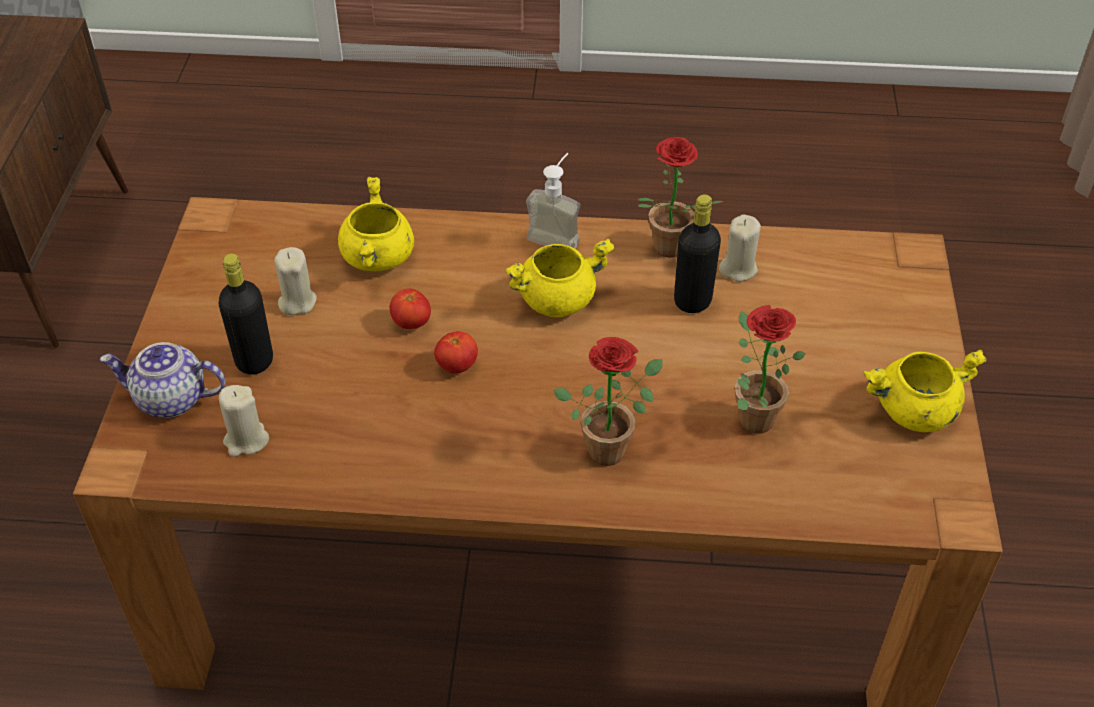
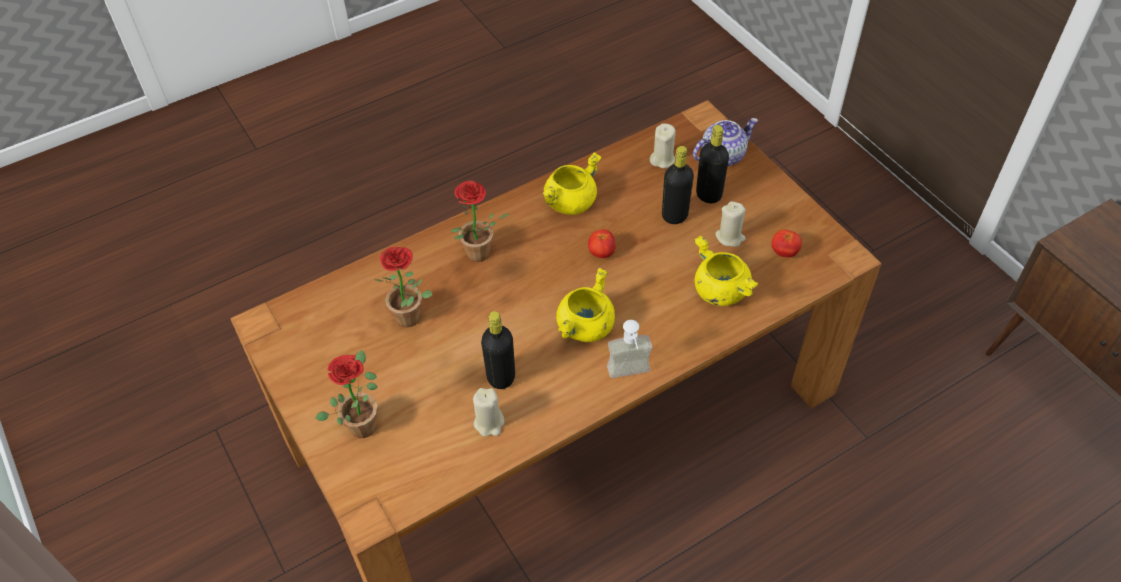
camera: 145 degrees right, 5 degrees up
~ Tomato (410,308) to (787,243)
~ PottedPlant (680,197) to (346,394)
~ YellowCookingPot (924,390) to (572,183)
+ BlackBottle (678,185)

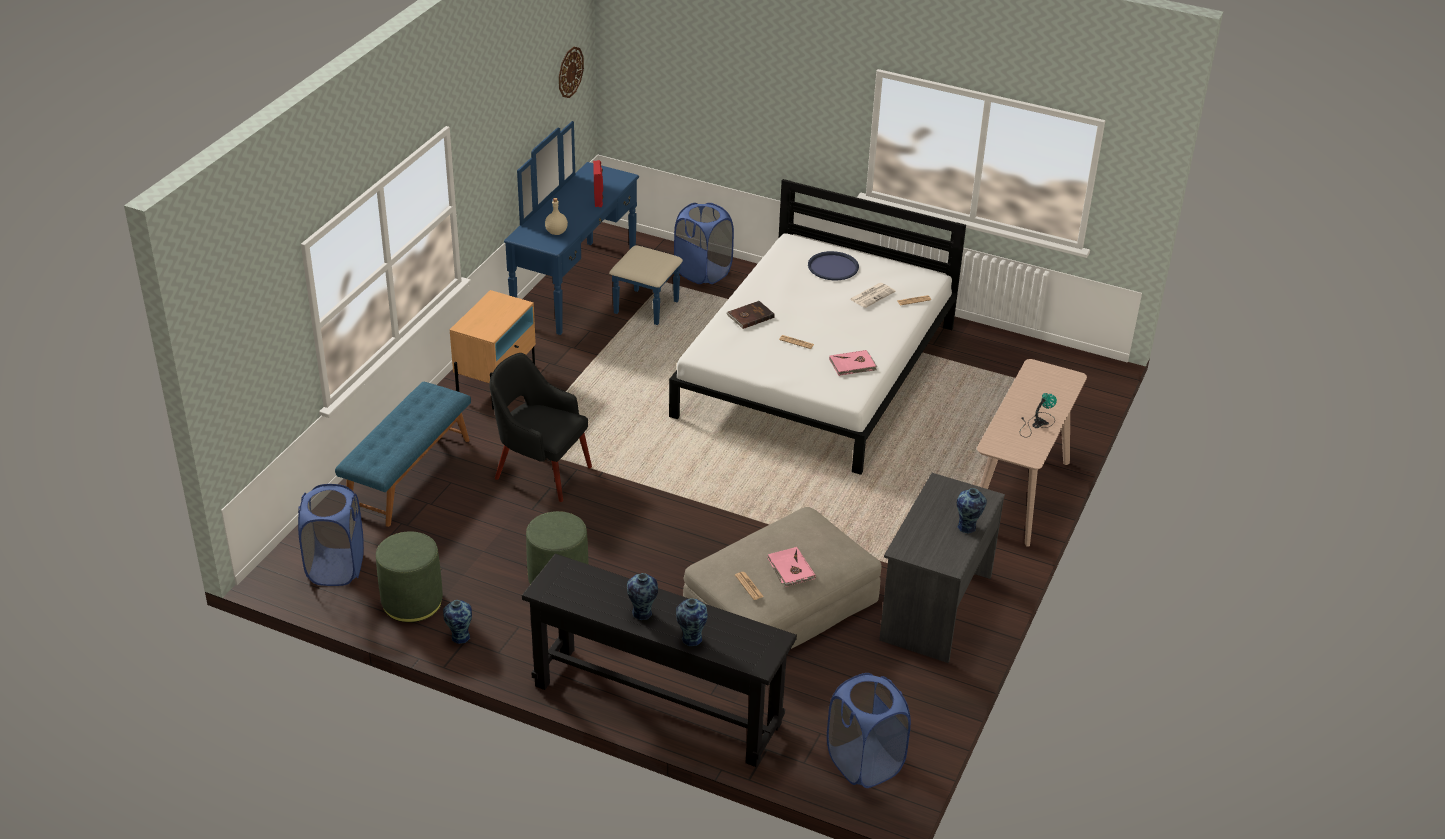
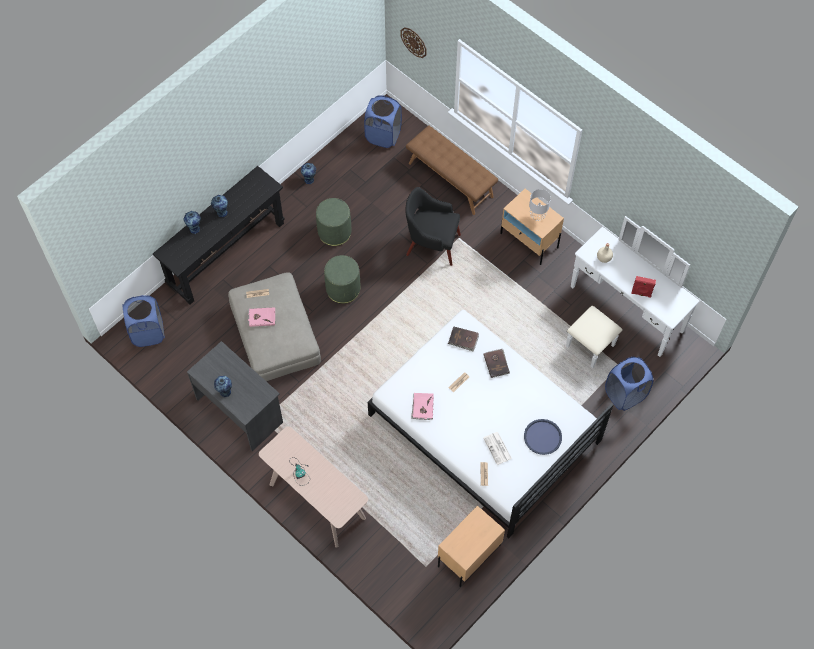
camera: 110 degrees right, 25 degrees up
~ BlueBench (403,454) to BrownBench (452,170)
~ GreenOttoman (409,577) to (342,279)
~ BlackArmchair (541,427) = (433,226) 120 degrees counterclockwise
~ BlueDresser (593,228) to WhiteDresser (633,292)
~ WallClock (571,72) to (414,42)
+ BeigeNightstand (471,546)
+ BrownBook (463,339)
+ GreyTableLamp (540,205)

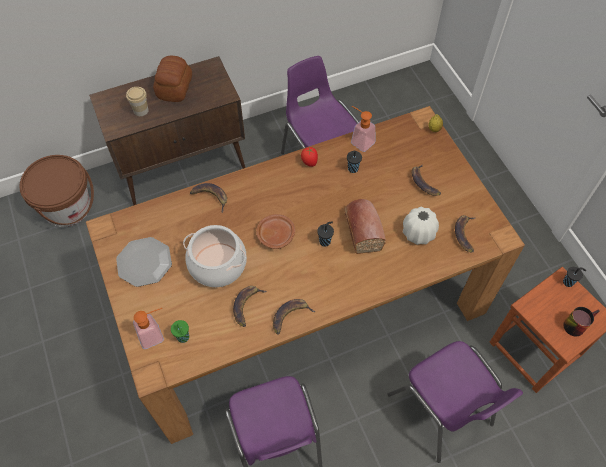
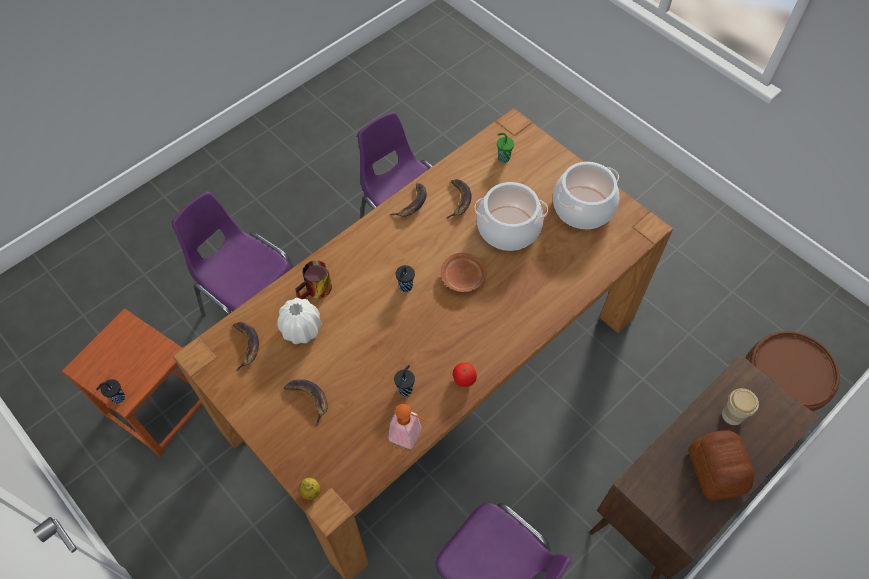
camera: 160 degrees right, 0 degrees up
~ Plate (144,262) to CookingPot (586,195)
- SoapDispenser (148,328)
- Banana (208,198)
- Bread (365,226)
~ Mug (581,322) to (313,279)

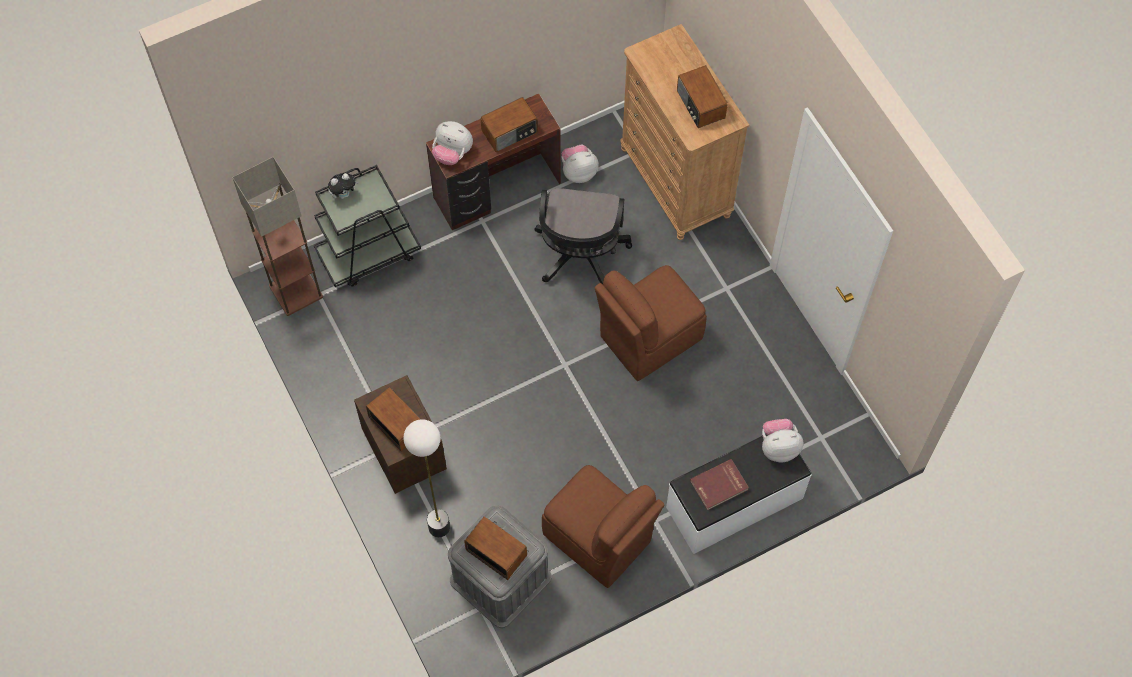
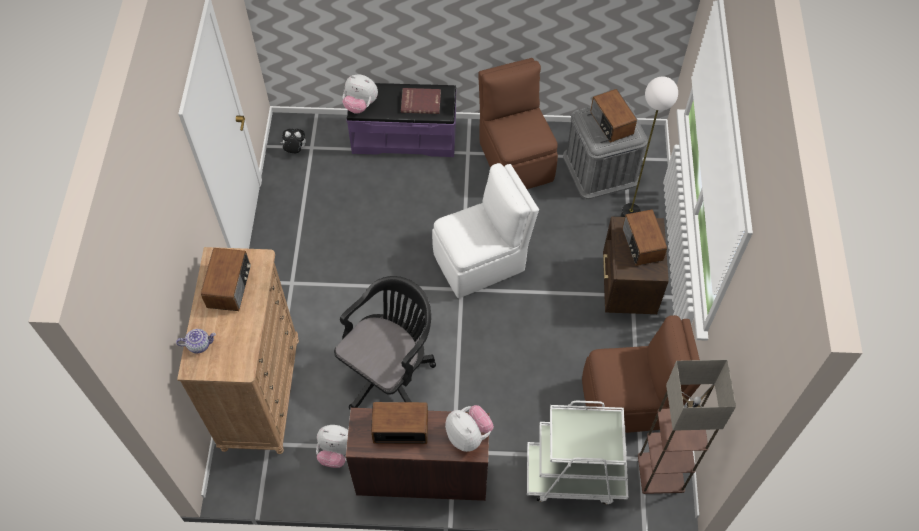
camera: 150 degrees left, 5 degrees down
~ BlackCart (367,226) to WhiteCart (577,453)
~ PlushToy (343,186) to (293,140)
~ BrownChair (651,323) to (641,374)
~ WhiteBench (739,494) to PurpleBench (401,120)
+ Teapot (196,341)
+ WhiteChair (485,230)

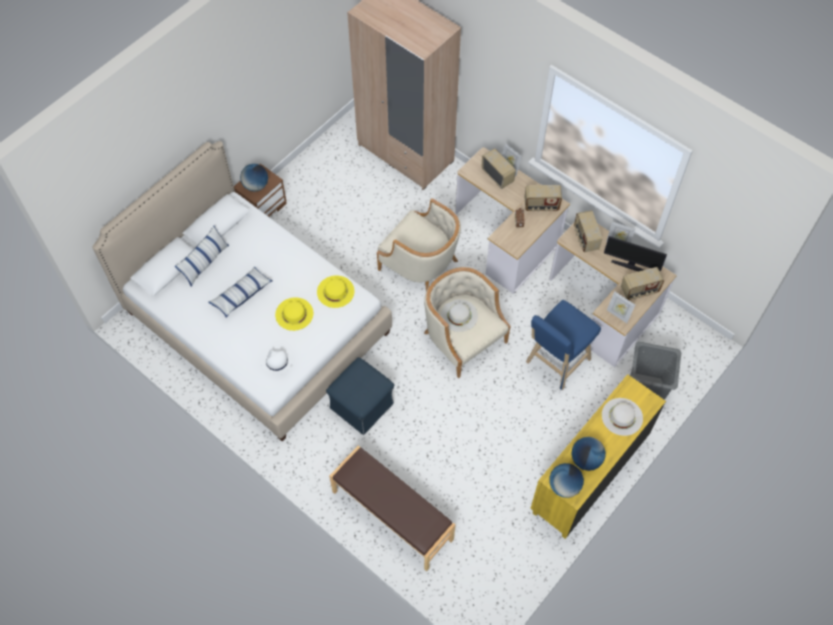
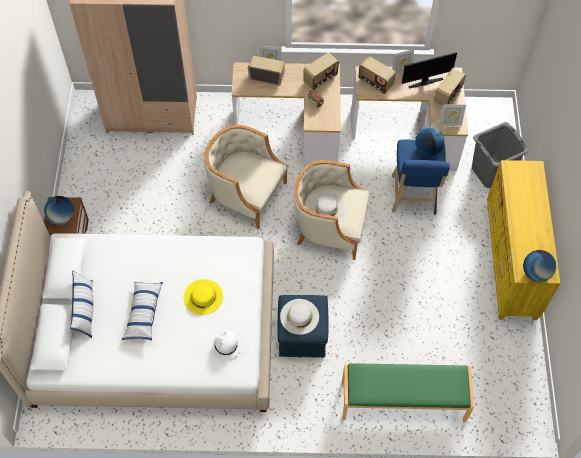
camera: 40 degrees left, 0 degrees up
- YellowHat (335,292)
~ BrownBench (392,508) to GreenBench (408,393)
~ BeigeArmchair (419,244) = (245,177) 150 degrees counterclockwise
~ Globe (589,454) to (429,141)
~ WhiteHat (622,417) to (299,317)

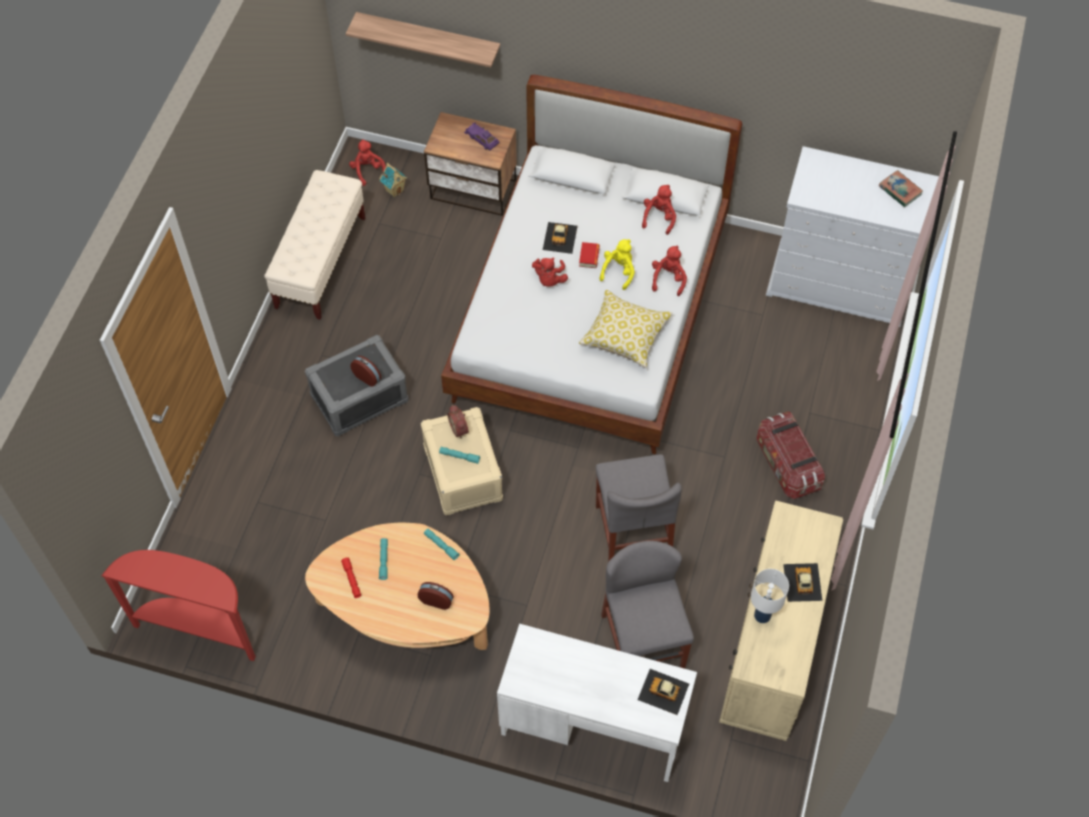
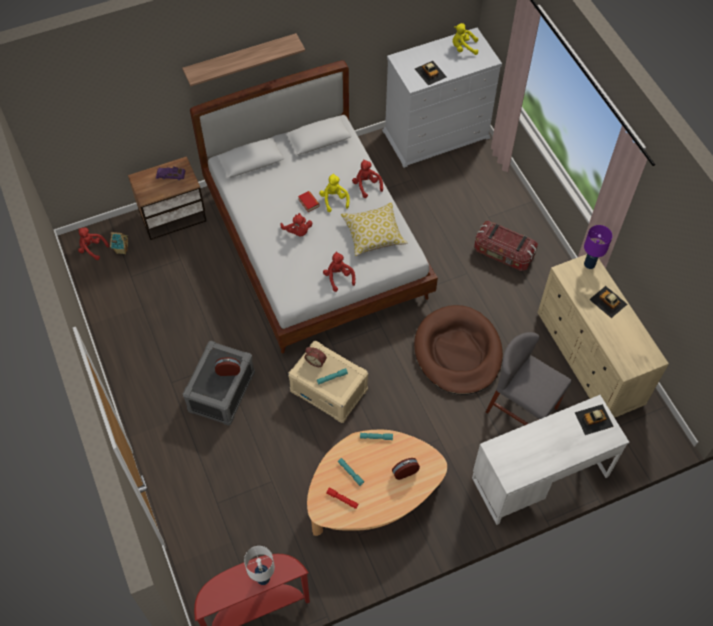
camera: 40 degrees left, 0 degrees up
- BeigeBench (314,245)
~ Shelf (423,40) to (243,60)
~ ToyCar (560,238) to (431,73)
~ GreyChair (639,508) to BrownDogBed (458,350)
~ RedPlushToy (659,210) to (339,271)
~ WhiteTableLamp (770,596) to (259,565)
~ Book (901,188) to YellowPlushToy (466,39)
+ PurpleTableLamp (598,247)

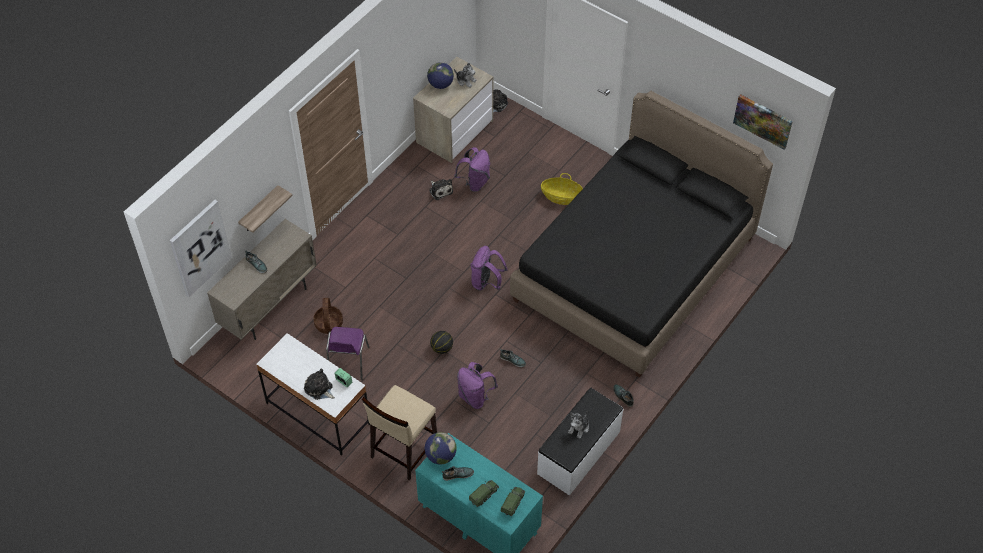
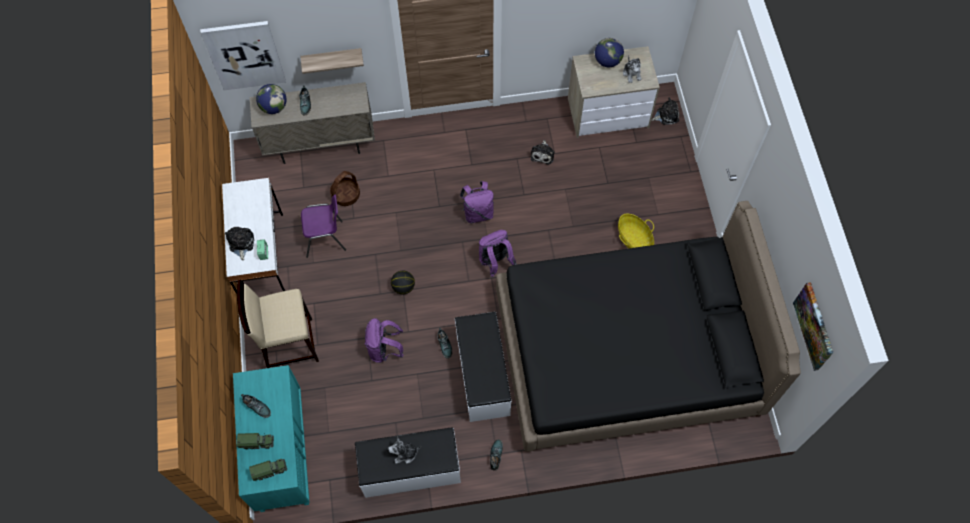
camera: 45 degrees right, 10 degrees up
~ PurpleChair (347,353) = (323,226) 150 degrees counterclockwise
~ Globe (441,448) to (271,99)
~ PurpleBackpack (472,169) to (477,202)
+ WhiteBench (483,367)

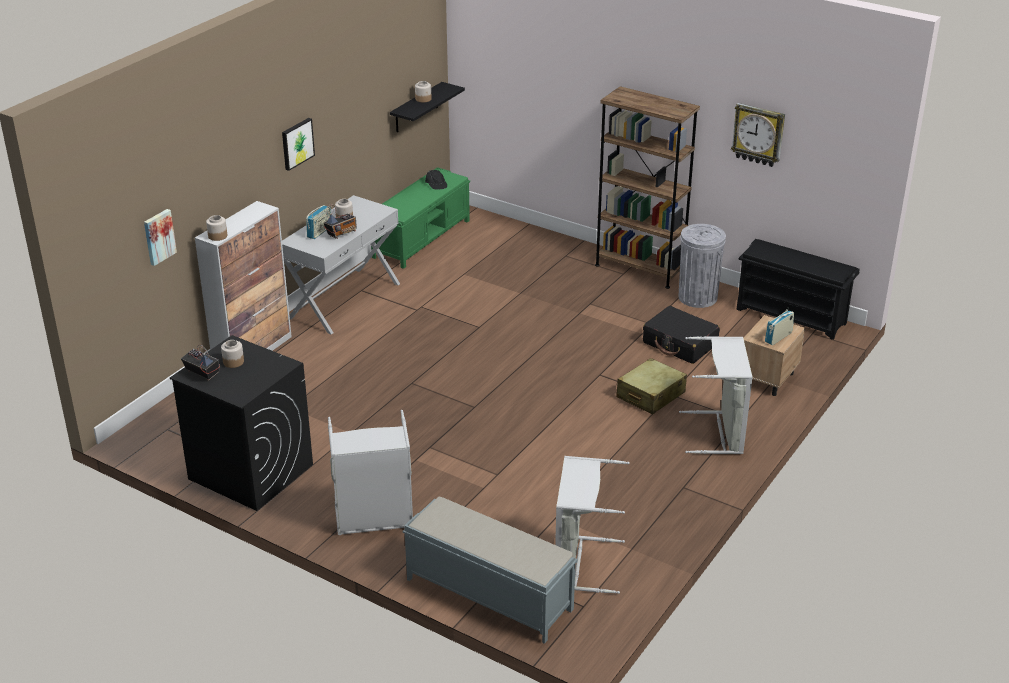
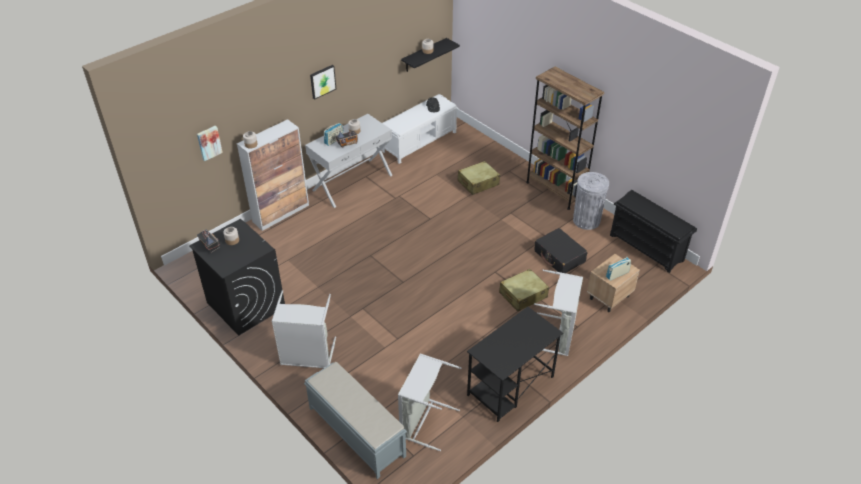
camera: 15 degrees right, 10 degrees up
~ GreenBench (420,218) to WhiteBench (420,129)
- WallClock (758,135)
+ BeigeSuitcase (478,178)
+ BlackDesk (515,364)

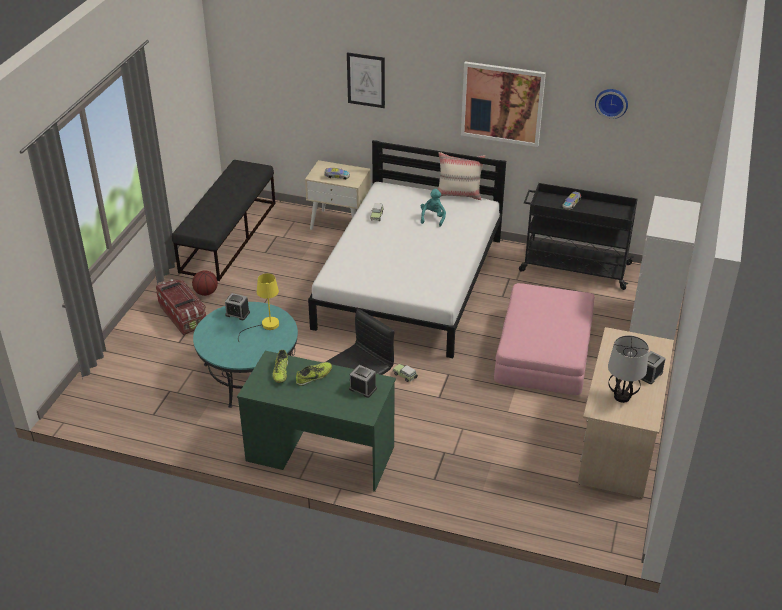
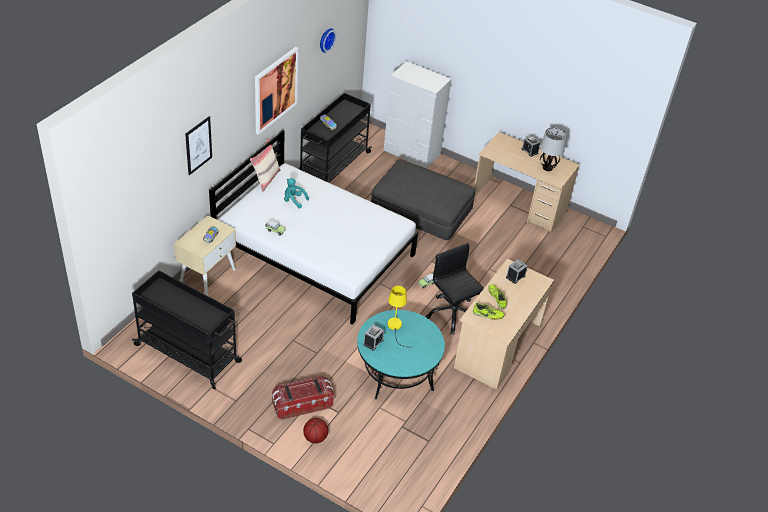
camera: 80 degrees left, 5 degrees up
~ BlackBench (224,220) to BlackCart (187,329)
~ Basketball (205,283) to (315,430)
~ GreenDesk (316,421) to BeigeDesk (504,324)
~ PinkOttoman (544,339) to GreyOttoman (423,199)

